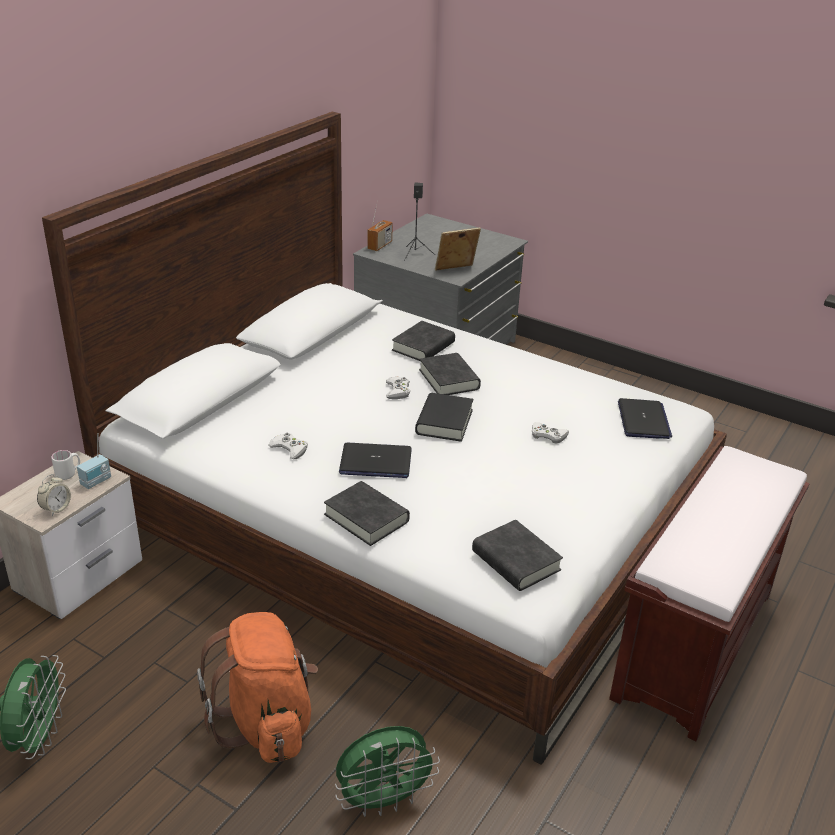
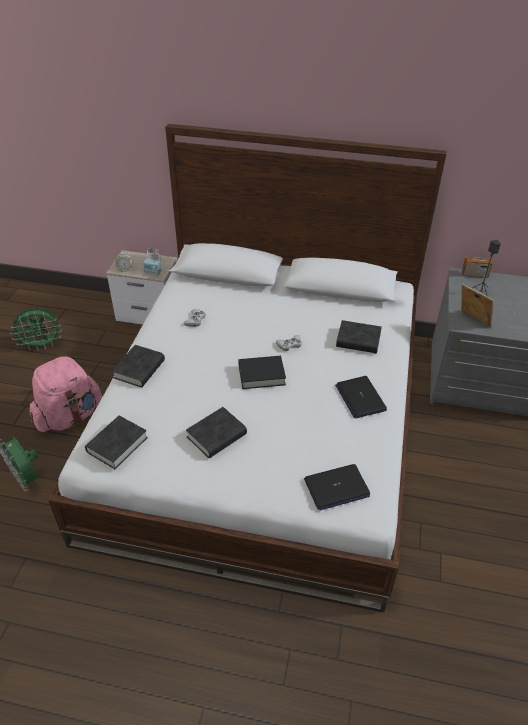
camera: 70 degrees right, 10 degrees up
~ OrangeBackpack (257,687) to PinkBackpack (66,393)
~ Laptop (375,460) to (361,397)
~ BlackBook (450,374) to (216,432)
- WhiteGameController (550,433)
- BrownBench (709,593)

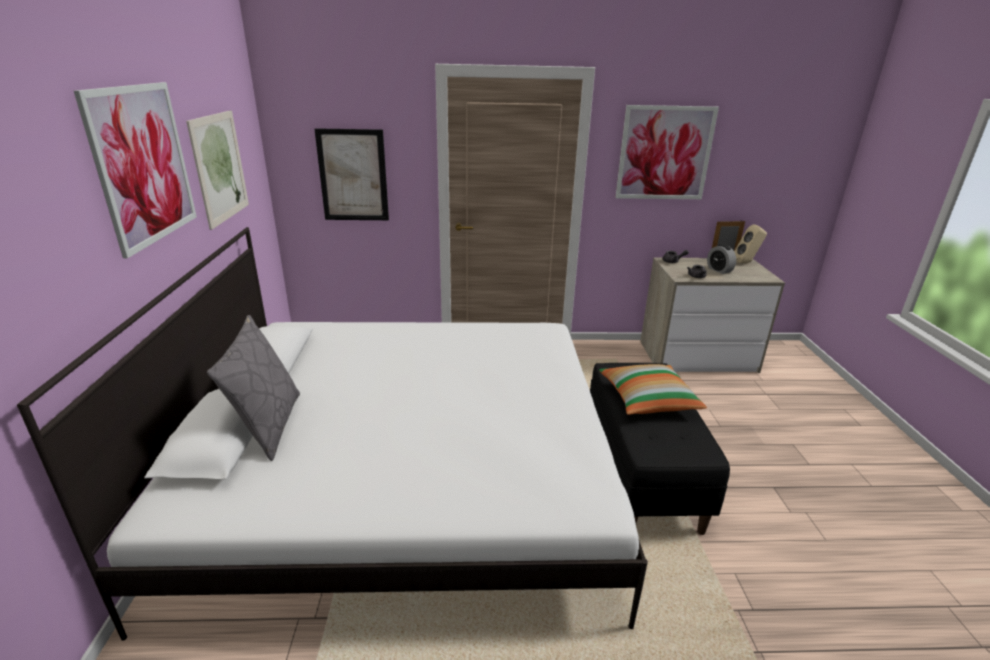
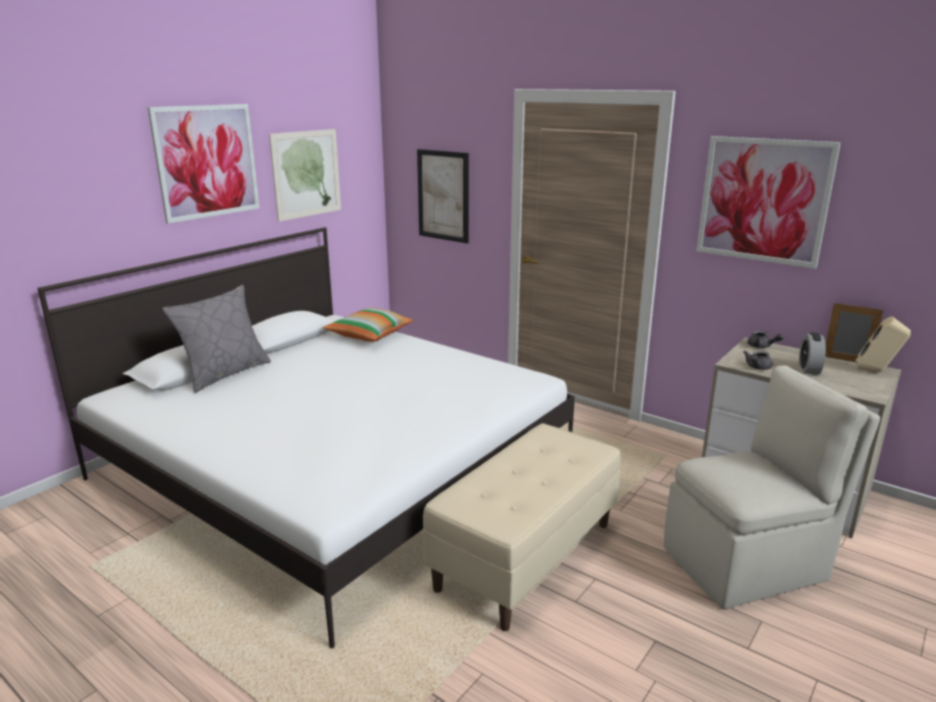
camera: 40 degrees right, 5 degrees down
~ BlackBench (660,449) to BeigeBench (521,527)
~ Pillow (653,389) to (368,325)
+ BeigeChair (772,487)

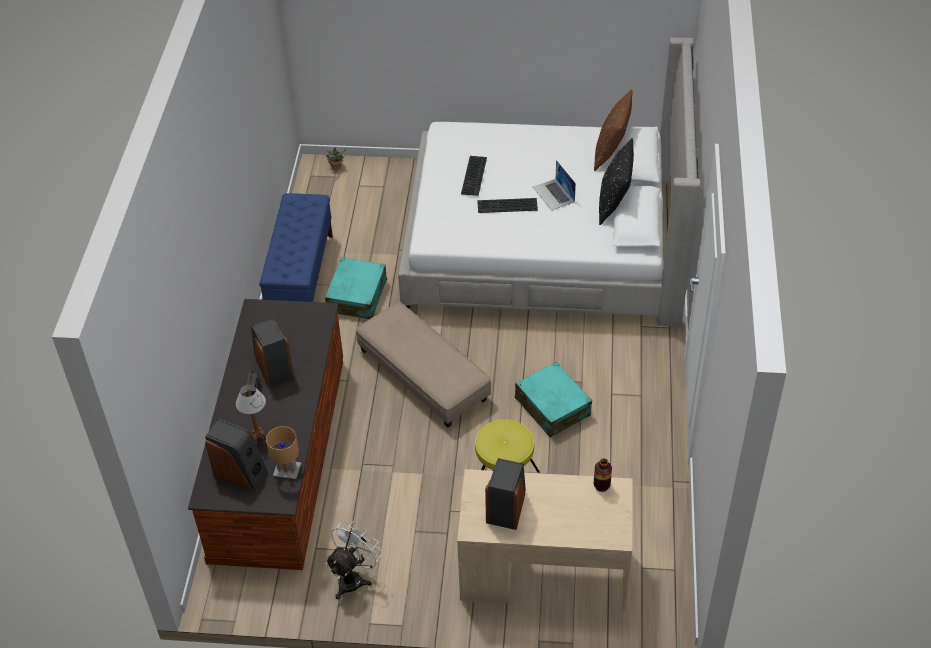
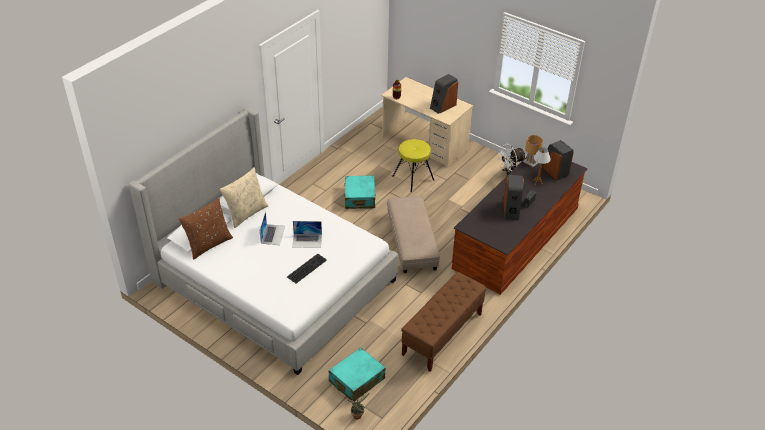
camera: 150 degrees left, 5 degrees down
~ BlueBench (296,247) to BrownBench (443,322)
~ TurquoiseSuitcase (356,288) to (357,374)
~ Keyboard (507,205) to Laptop (307,234)
~ BlackPillow (616,181) to BeigePillow (244,197)

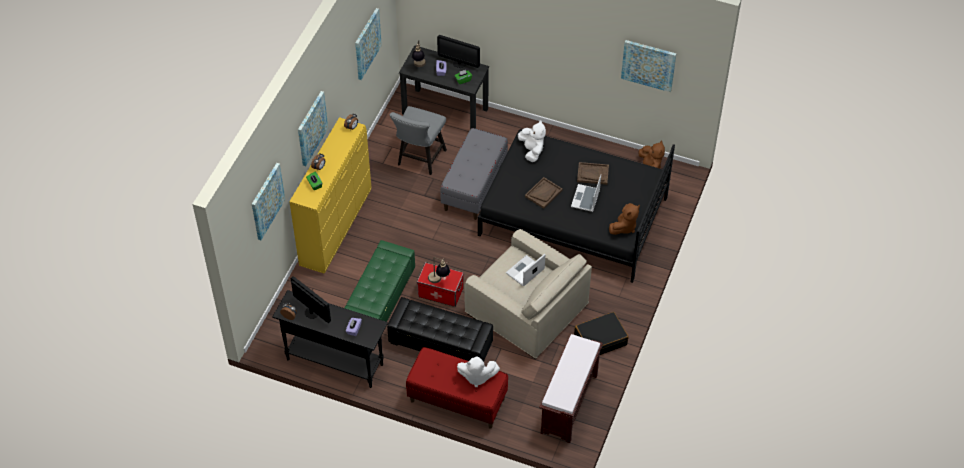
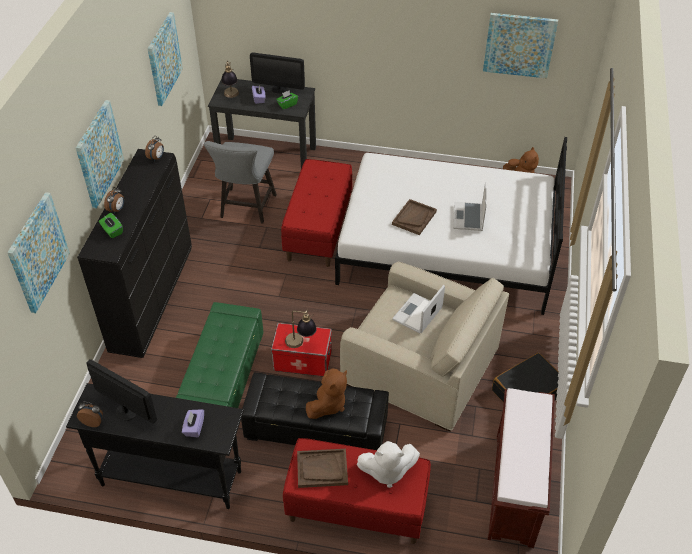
camera: 10 degrees left, 5 degrees down
~ YellowDresser (330,195) to BlackDresser (134,253)
~ GreyBench (474,174) to RedBench (316,213)
~ BlackBed (576,206) to WhiteBed (451,226)
- WhitePlushToy (532,141)
~ BrownTray (593,173) to (322,468)
~ BrownPlushToy (624,219) to (326,393)

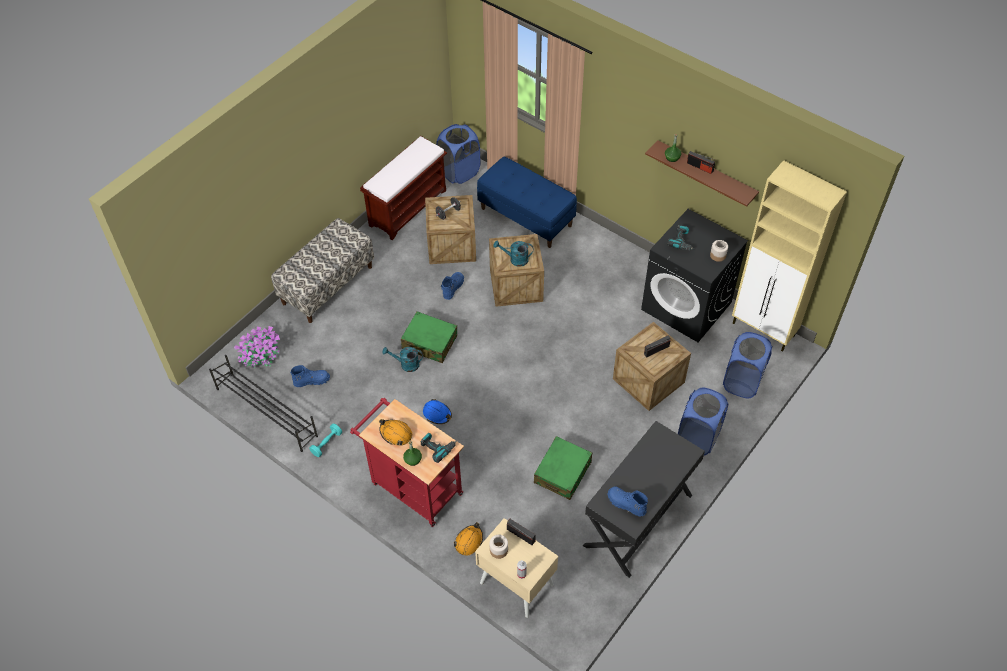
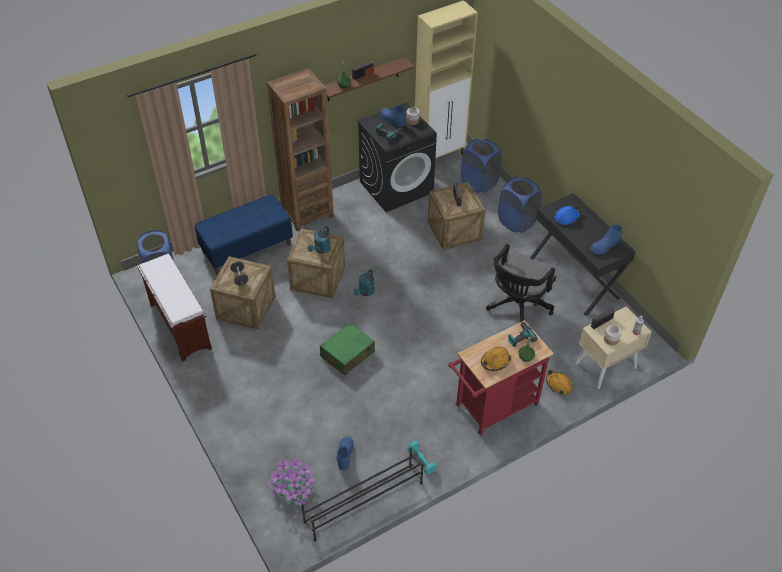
camera: 70 degrees left, 5 degrees down
- Bench (322,270)
~ TurquoiseWateringCan (402,359) to (364,282)
~ BlueHardHat (437,411) to (567,215)
~ BlueBoot (452,286) to (393,116)
~ GreenSuitcase (563,468) to BlackOfficeChair (521,283)
+ BrownBookcase (300,149)

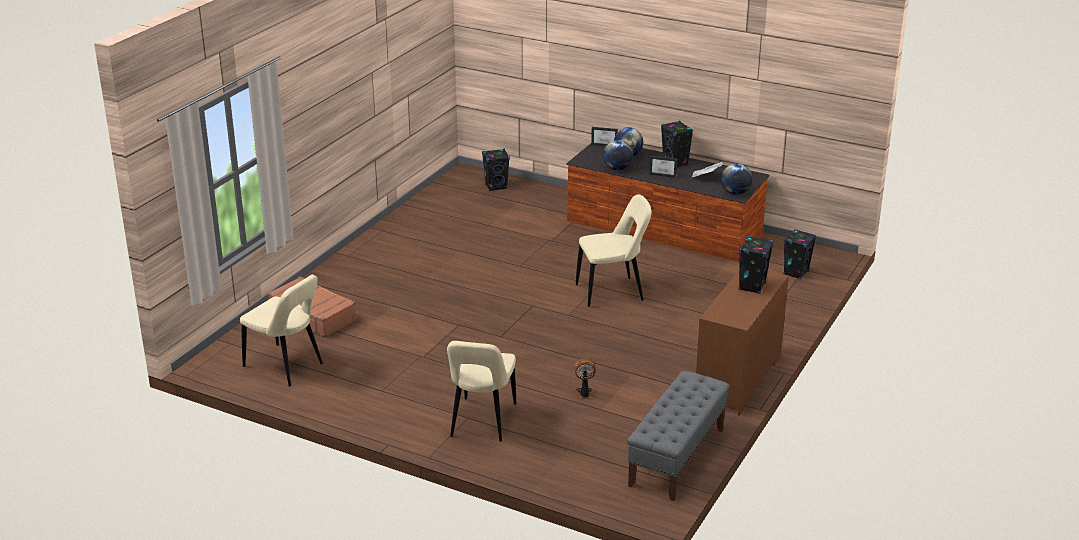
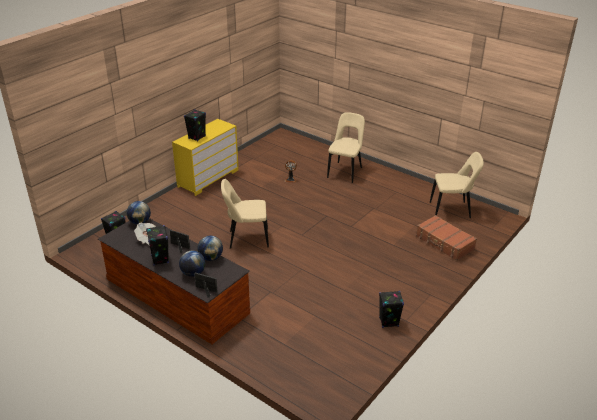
camera: 170 degrees left, 5 degrees up
~ BeigeChair (281,330) = (457,185) 135 degrees clockwise
~ BlackSpeaker (496,170) to (391,309)
- GreyBench (678,436)
~ BrownDresser (742,343) to YellowDresser (205,157)

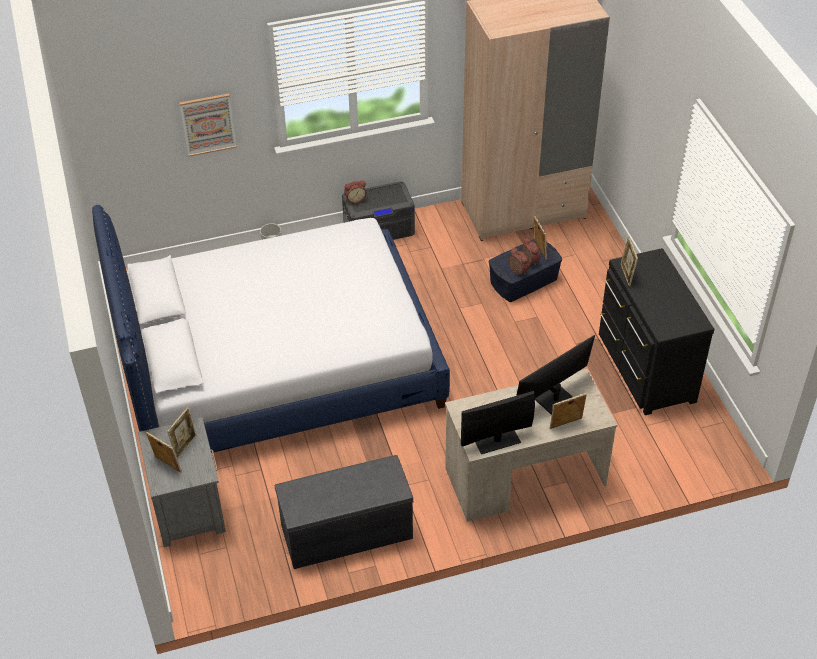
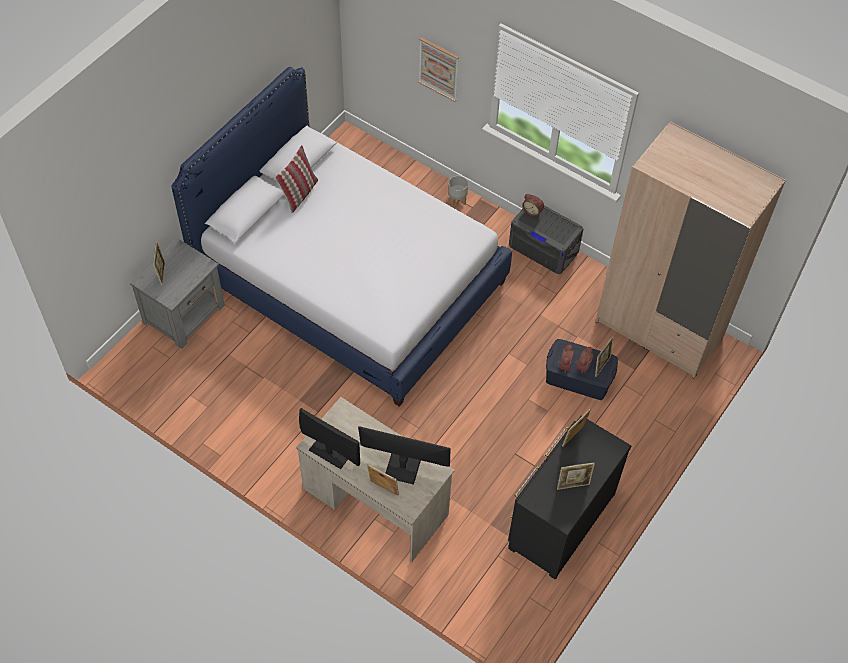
camera: 50 degrees right, 10 degrees up
~ PictureFrame (181,433) to (576,476)
- GreyBench (344,512)
+ Pillow (296,179)

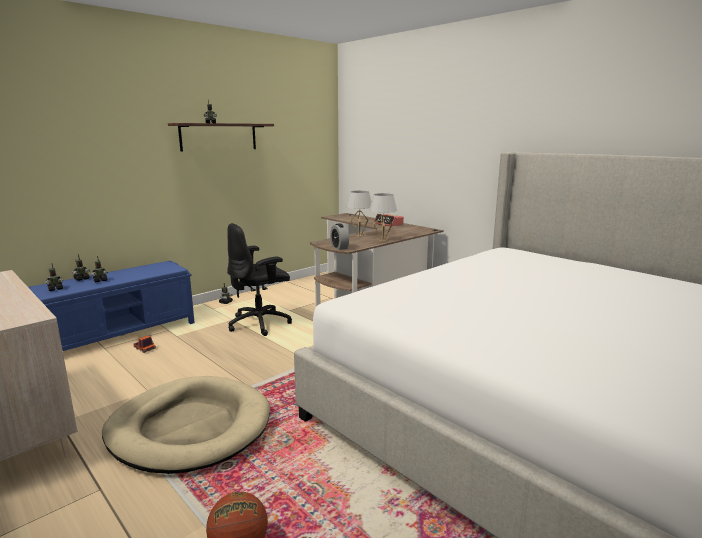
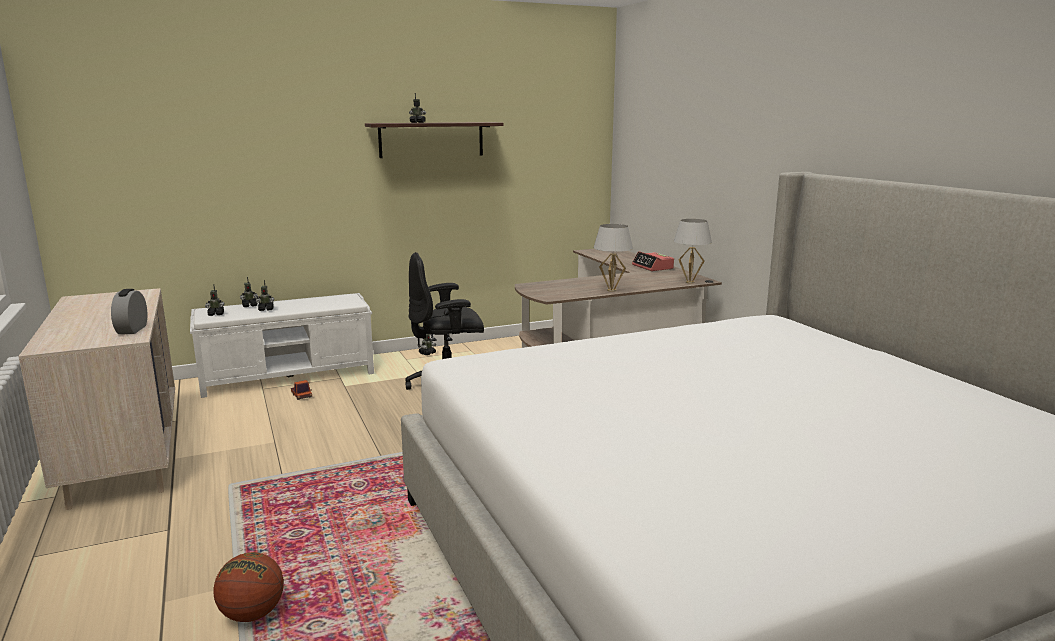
camera: 20 degrees right, 0 degrees up
~ BlueBench (111,305) to WhiteBench (282,345)
- BeigeDogBed (186,425)
~ AlarmClock (339,236) to (129,311)
~ WhiteTableLamp (359,214) to (693,251)

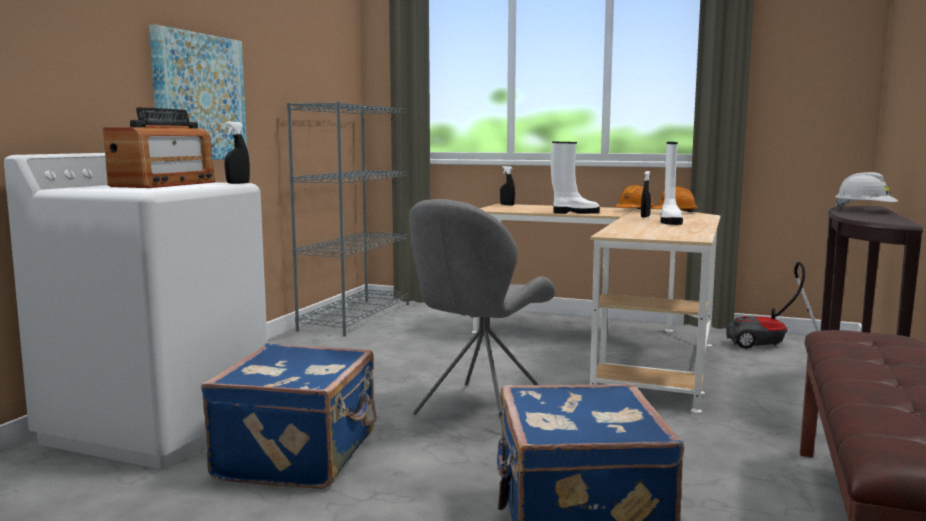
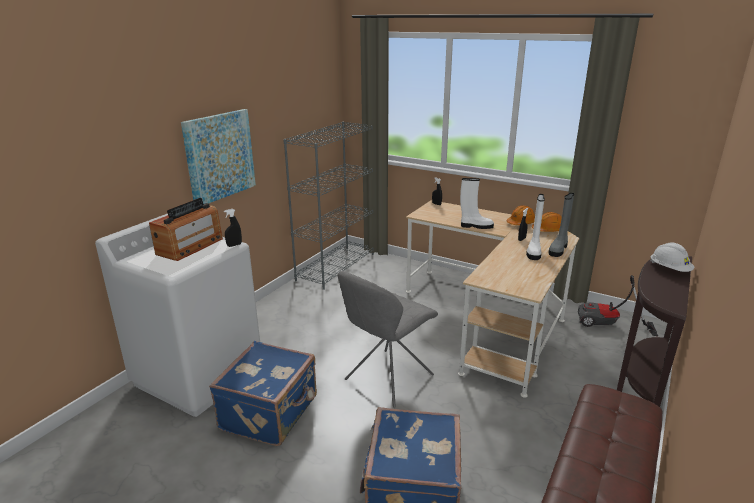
camera: 10 degrees right, 15 degrees up
+ GreyBoot (561,225)

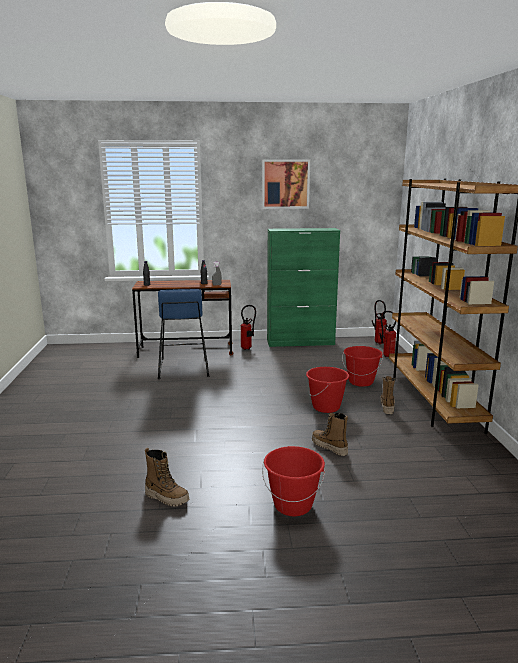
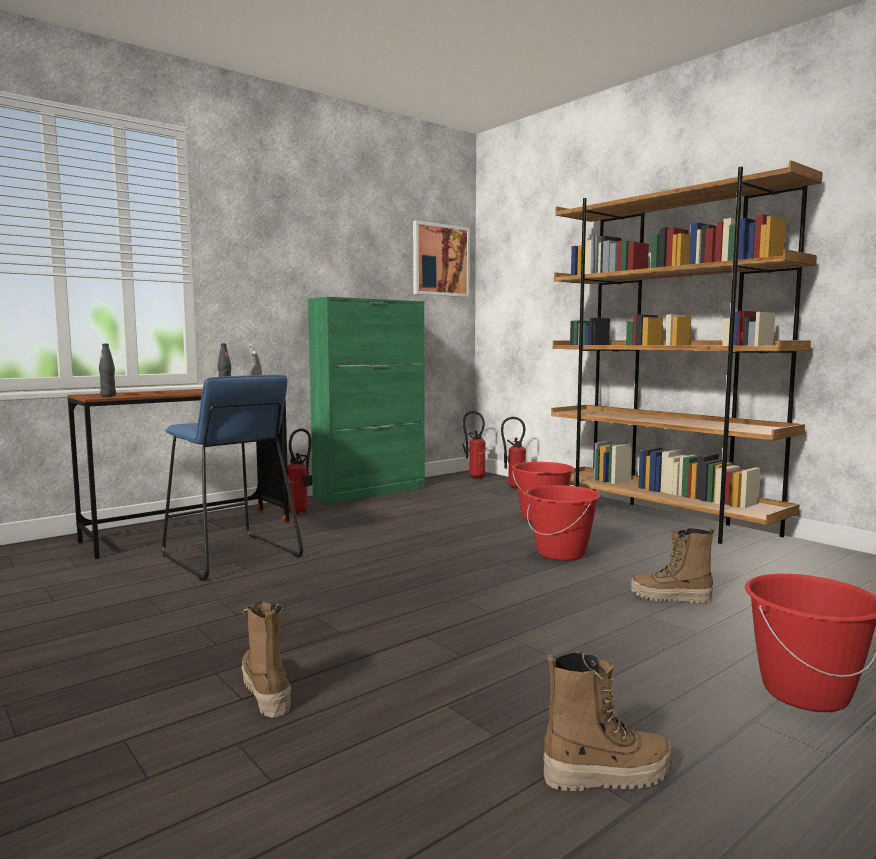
camera: 35 degrees left, 10 degrees down
~ Picture (286,184) to (441,258)
~ Boot (388,395) to (266,660)

